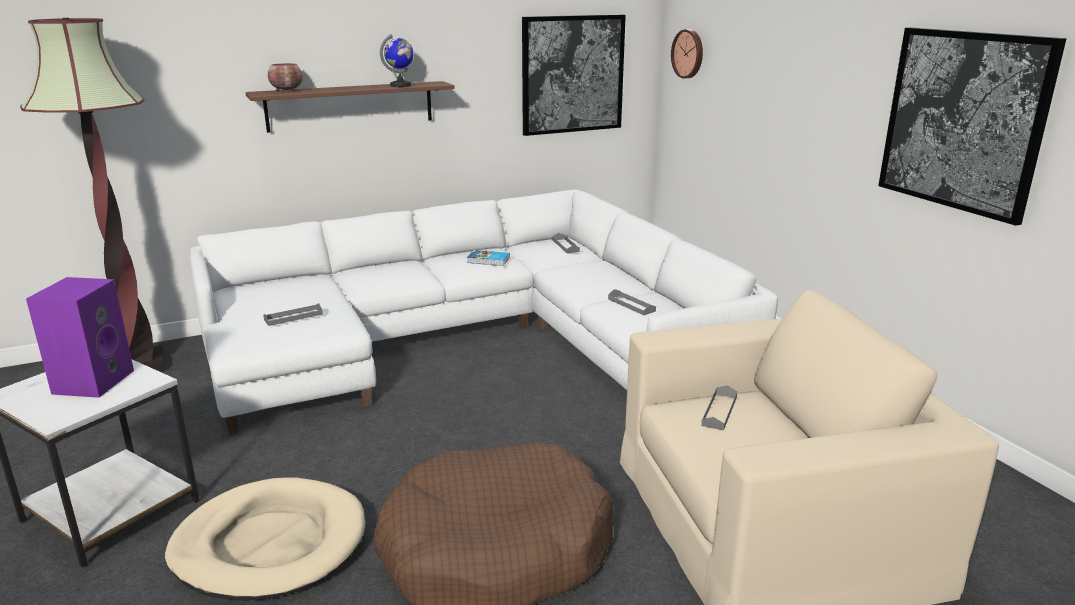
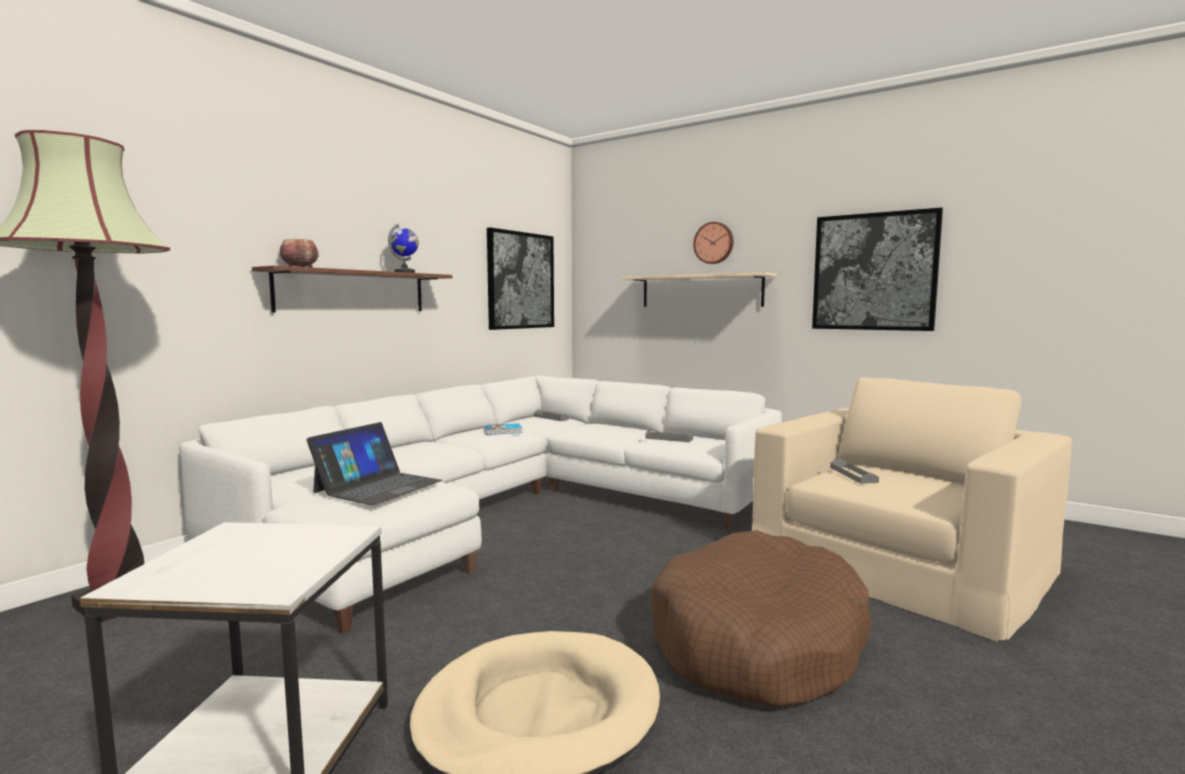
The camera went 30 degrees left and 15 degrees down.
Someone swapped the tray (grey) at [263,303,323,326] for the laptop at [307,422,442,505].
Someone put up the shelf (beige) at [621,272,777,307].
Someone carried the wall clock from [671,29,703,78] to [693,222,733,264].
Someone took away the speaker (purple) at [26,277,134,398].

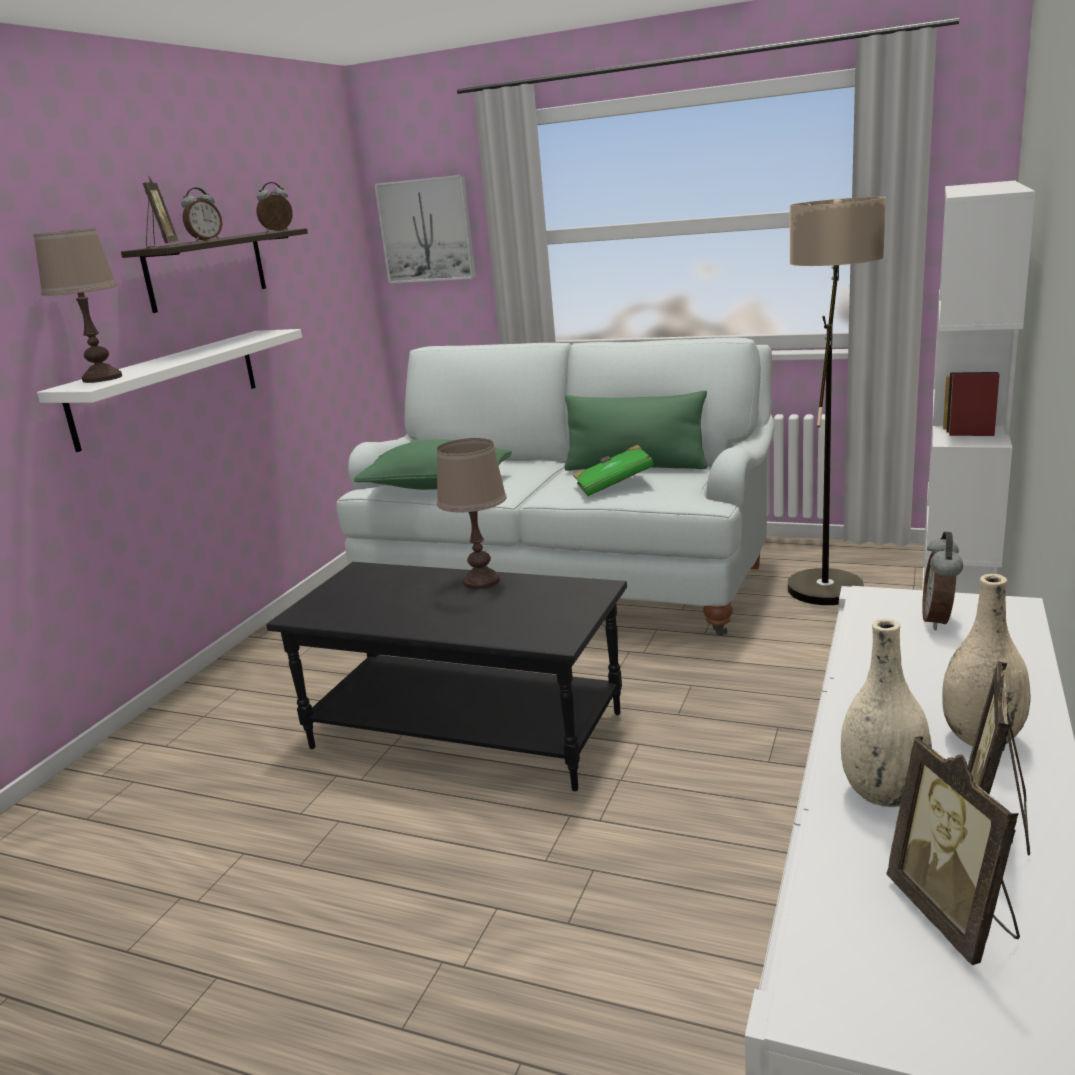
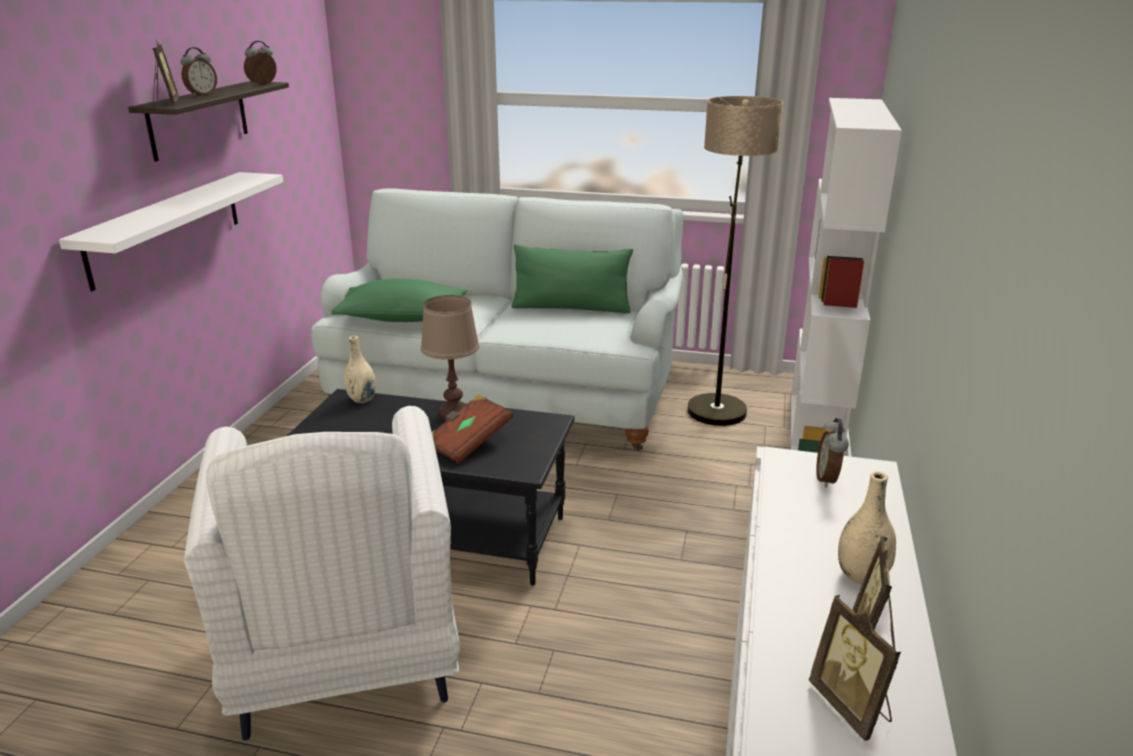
The camera went 10 degrees left and 5 degrees up.
Someone put down the armchair (white) at [184,406,460,741].
Someone carried the vase (beige) from [841,618,932,807] to [344,336,376,403].
Someone put down the book (brown) at [432,394,513,463].
Someone took away the table lamp (brown) at [33,228,122,383].
Someone took away the picture at [374,174,476,284].
Someone took away the book (green) at [573,445,654,496].

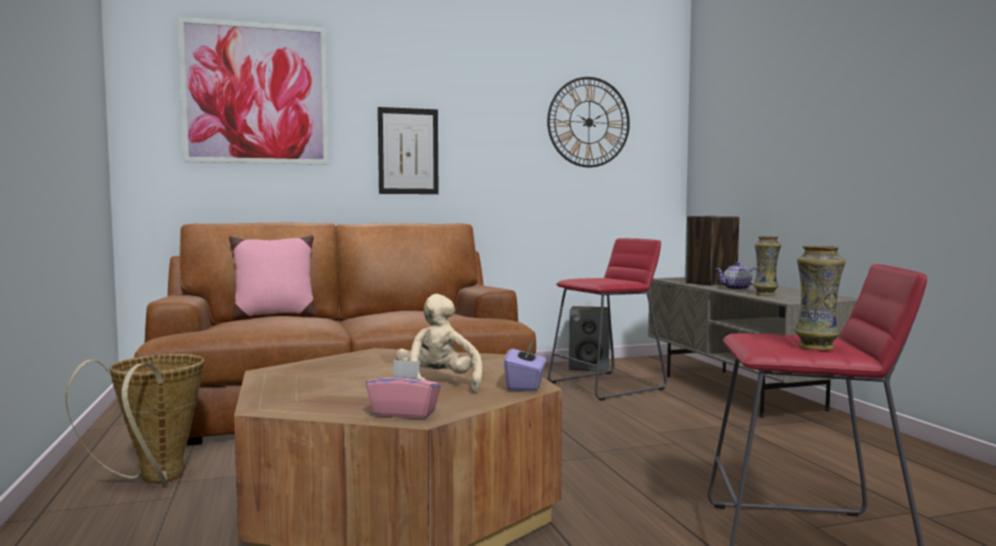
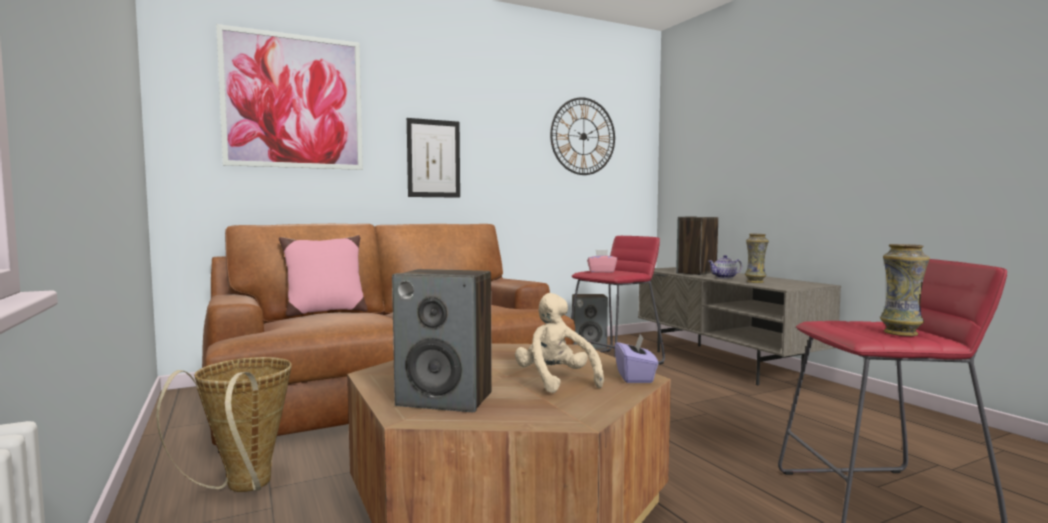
The camera went 10 degrees left and 0 degrees up.
Someone put down the speaker at [392,269,492,412].
Someone carried the tissue box (pink) from [366,360,442,419] to [587,250,617,273].

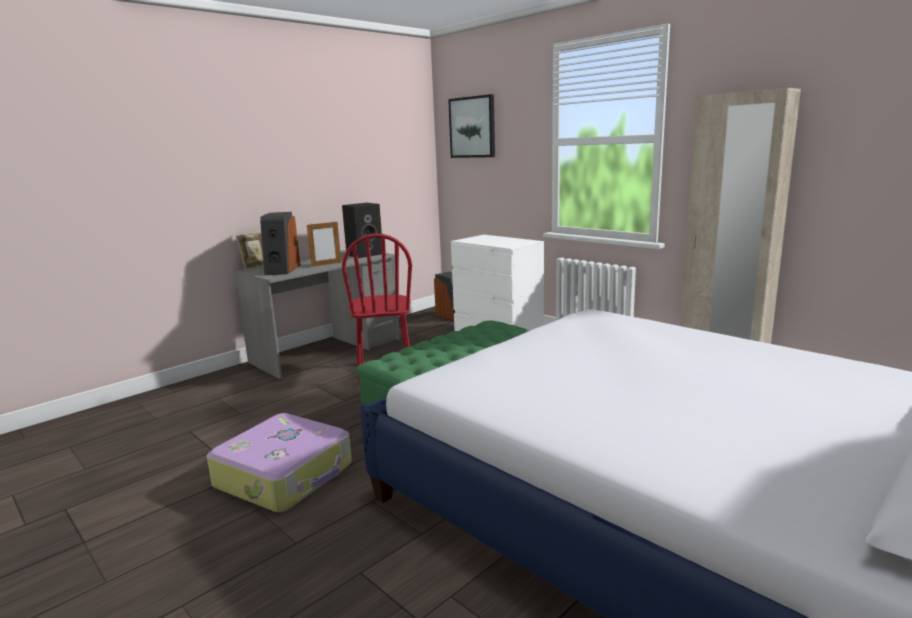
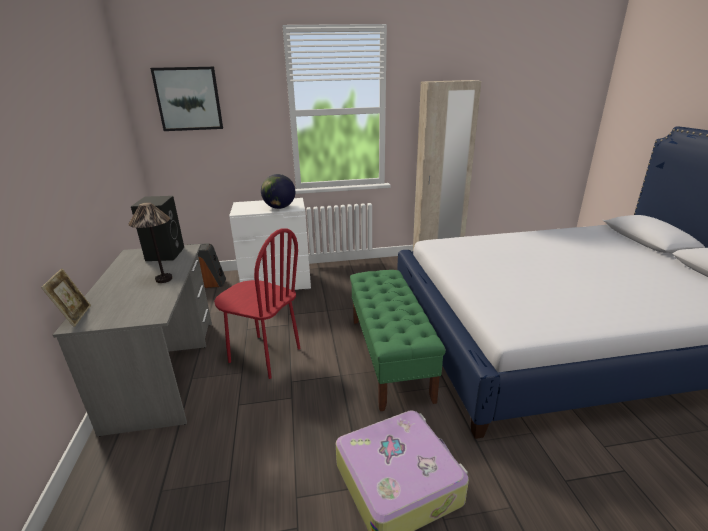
The camera went 55 degrees left and 10 degrees up.
Someone swapped the picture frame at [307,221,341,267] for the table lamp at [128,202,172,283].
Someone put down the globe at [261,174,295,209].
Someone took away the speaker at [260,212,300,275].

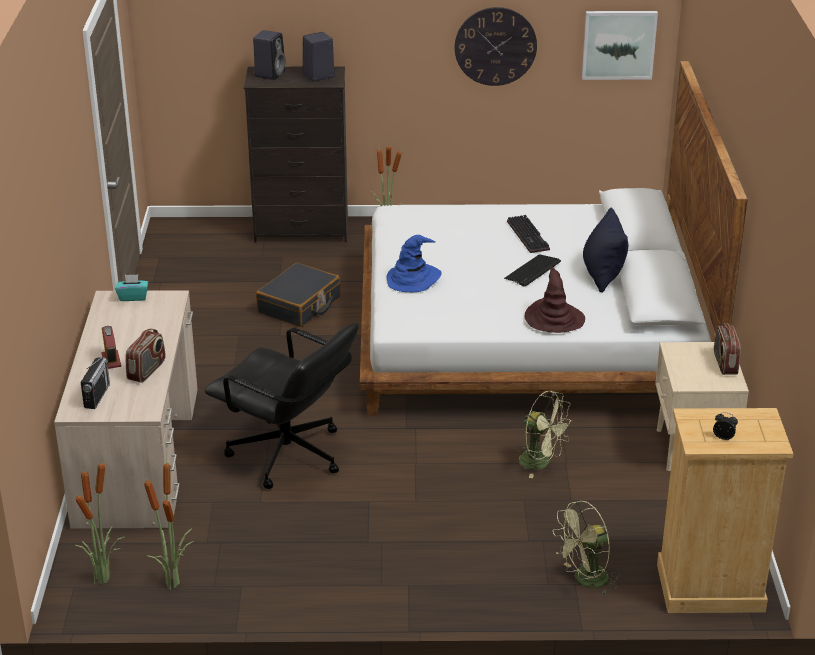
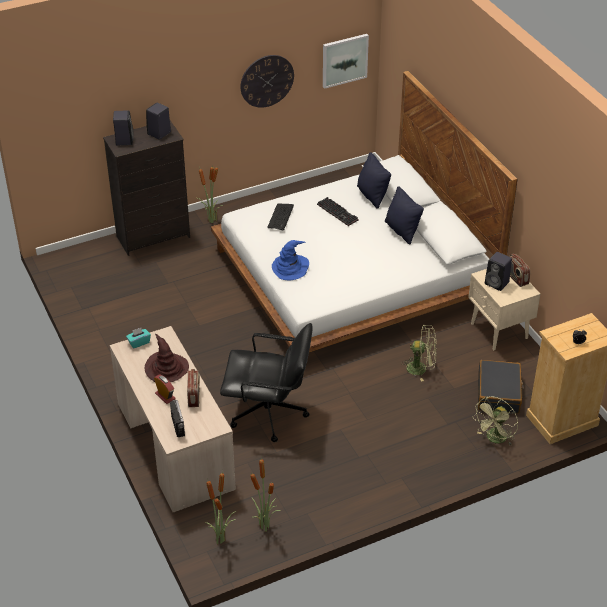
The camera went 25 degrees left and 10 degrees up.
Someone carried the hat (brown) from [525,266,585,333] to [145,334,189,382].
Someone carried the keyboard from [504,254,561,287] to [267,204,294,231].
Someone put down the pillow (black) at [357,152,391,209].
Someone carried the suitcase (black) from [256,263,341,327] to [478,360,524,413].
Someone put down the speaker (black) at [485,252,512,291].

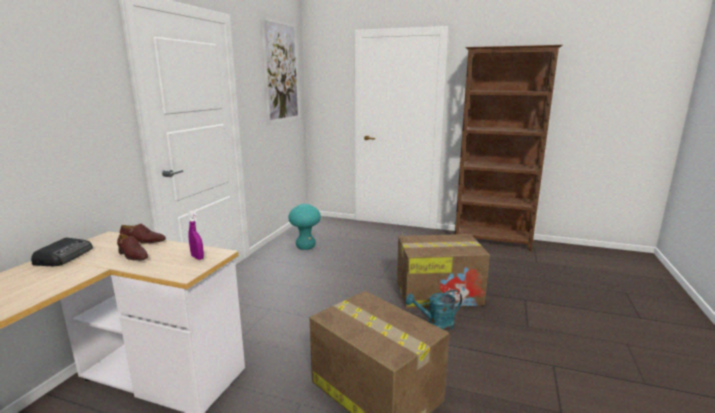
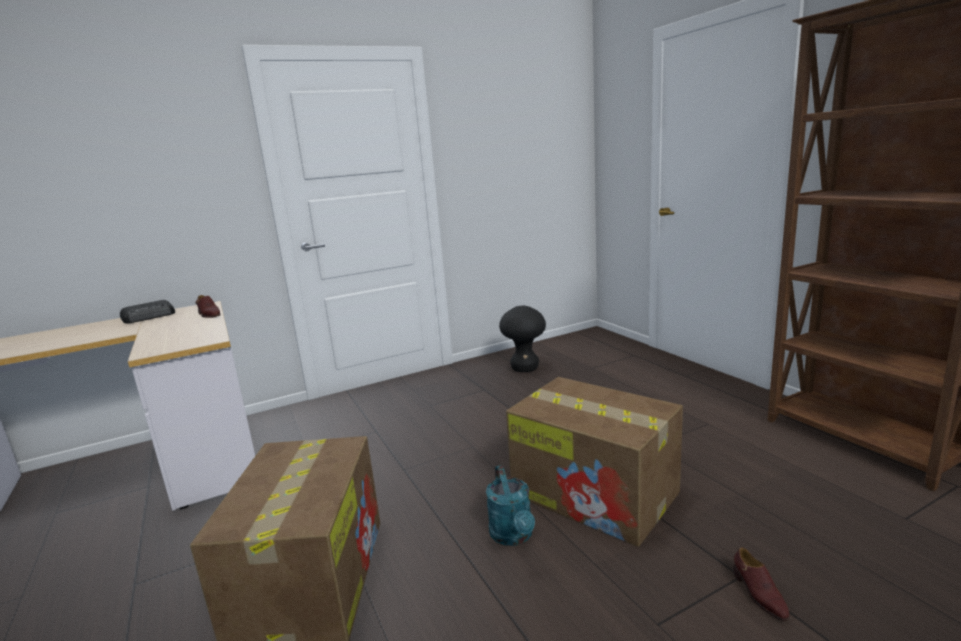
The camera went 45 degrees right and 0 degrees up.
Someone rotated the watering can (turquoise) at [405,290,462,331] by 135 degrees counterclockwise.
Someone repainted the stool (turquoise) at [288,204,321,250], which became the stool (black) at [499,306,546,372].
Someone carried the shoe (brown) from [117,234,148,261] to [733,547,789,621].
Someone took away the spray bottle (purple) at [188,211,204,260].
Someone took away the picture at [261,16,300,123].

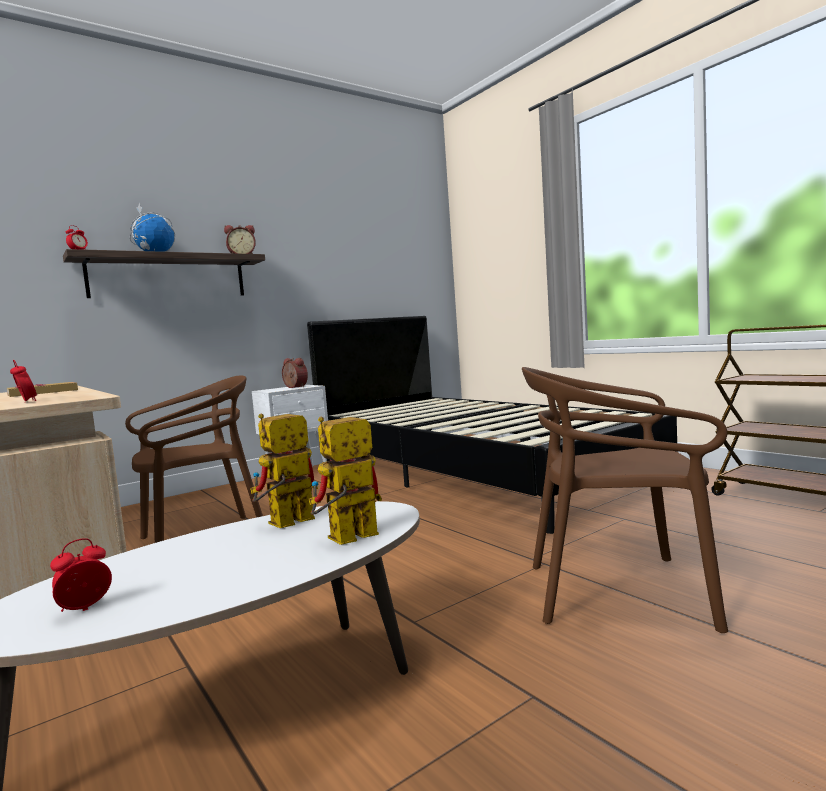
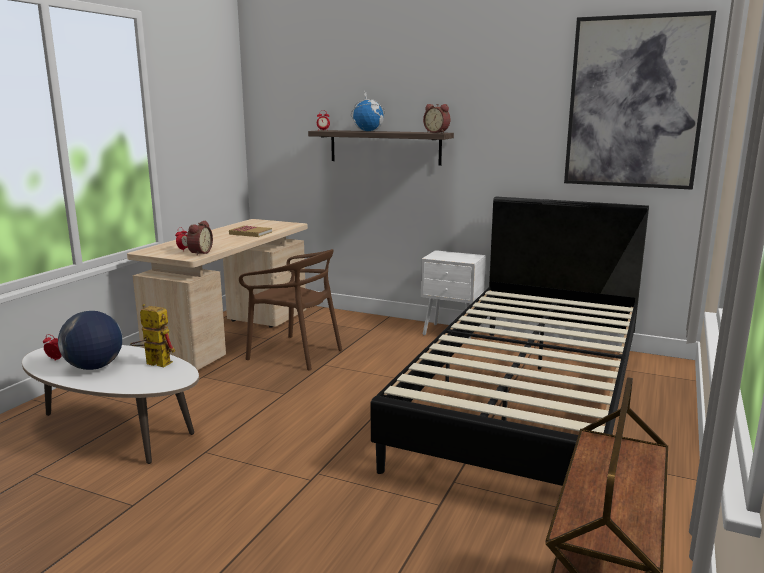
The camera went 60 degrees right and 10 degrees up.
Someone put down the globe at [58,311,123,370].
Someone carried the alarm clock from [282,358,308,388] to [187,220,213,255].
Someone put up the picture at [564,11,716,190].
Someone took away the toy robot at [309,416,382,545].
Someone took away the chair (brown) at [522,367,728,633].

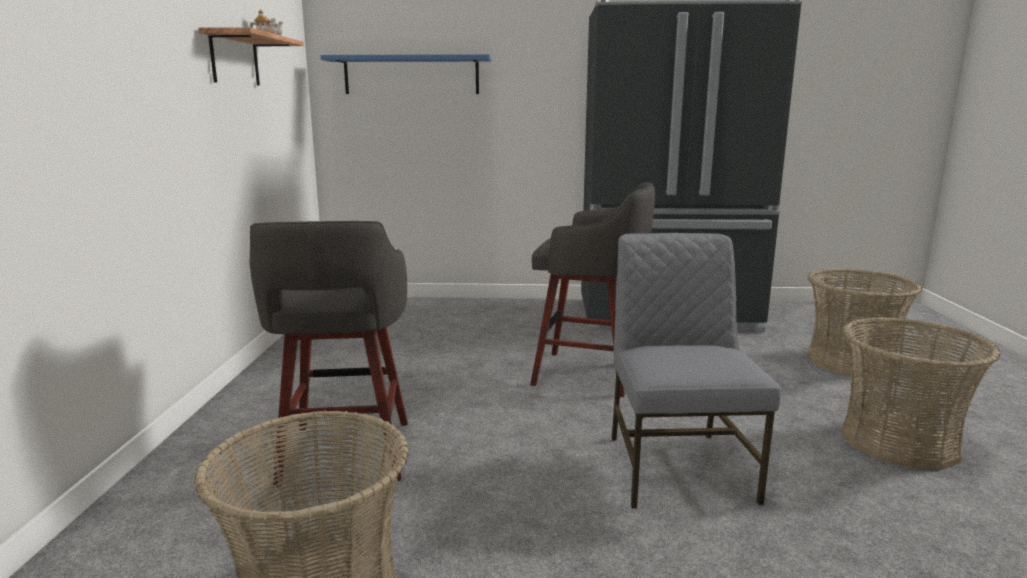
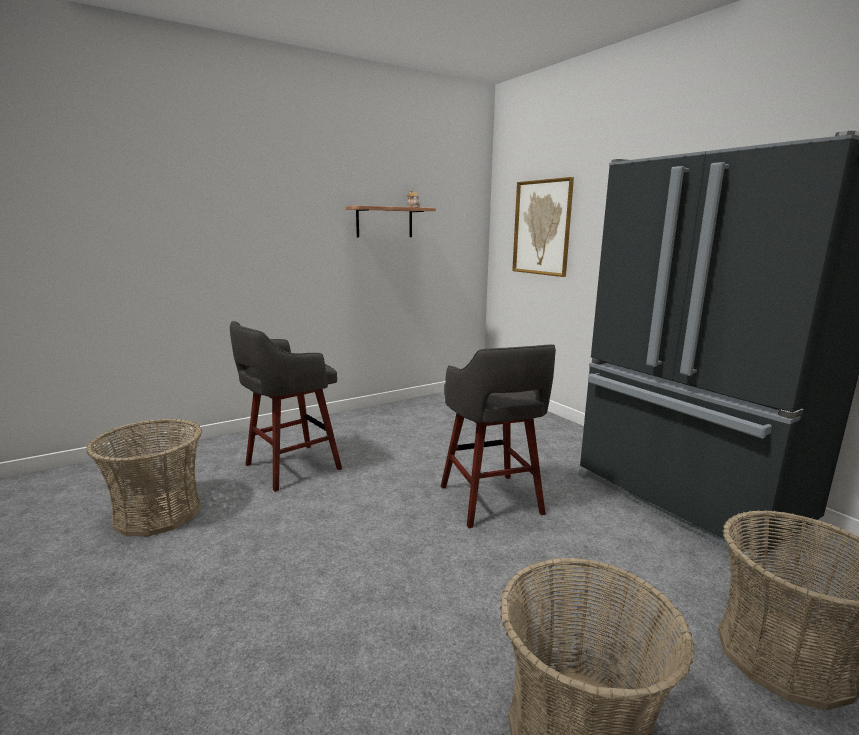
The camera went 55 degrees right and 0 degrees up.
Someone swapped the shelf (blue) at [320,54,492,94] for the picture at [512,177,574,277].
Someone took away the chair (grey) at [611,233,781,509].

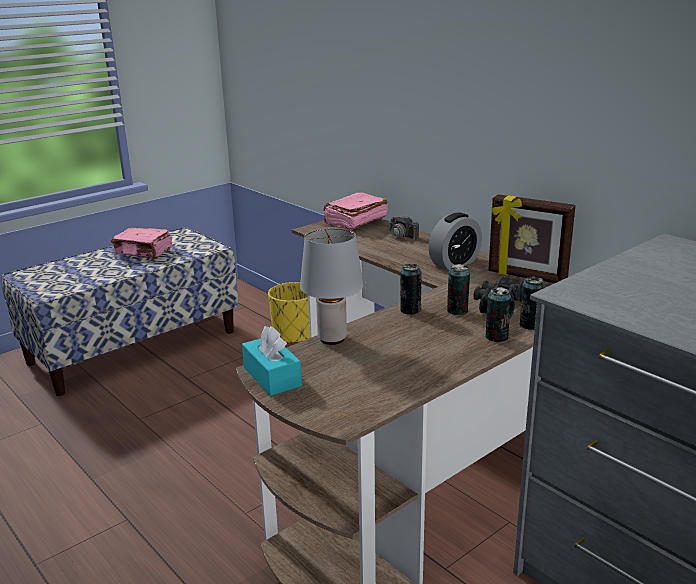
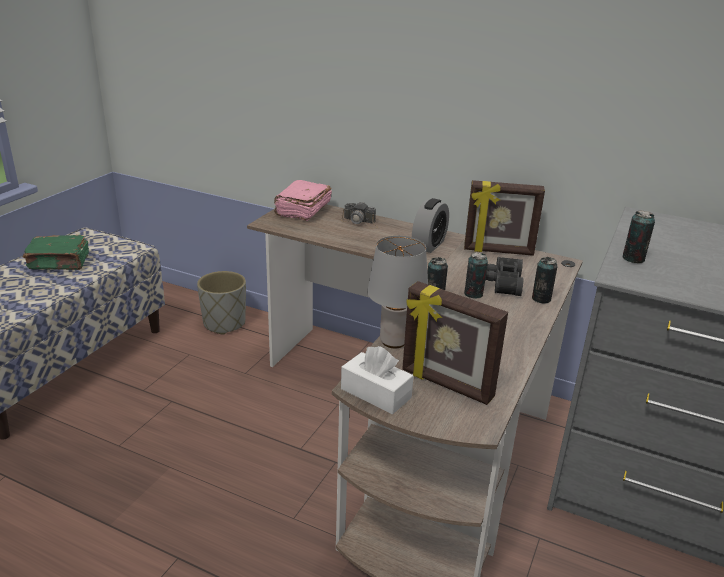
The camera went 25 degrees left and 5 degrees up.
Someone repainted the book (pink) at [111,227,172,259], which became the book (green) at [23,235,89,270].
Someone repainted the planter (yellow) at [268,282,310,344], which became the planter (grey) at [197,271,246,334].
Someone repainted the tissue box (turquoise) at [242,326,302,396], which became the tissue box (white) at [341,346,414,414].
Someone put down the picture frame at [402,281,508,405].
Someone carried the can from [485,287,511,342] to [623,210,655,263].

